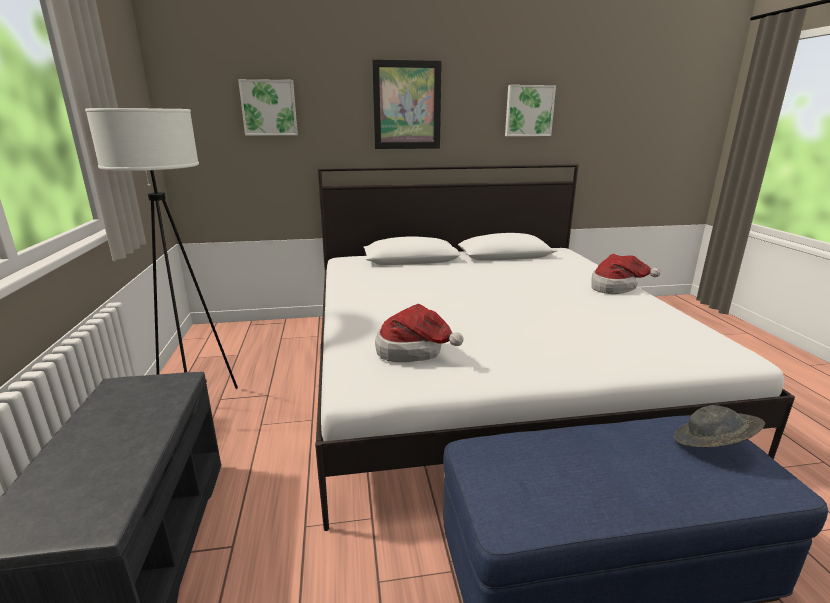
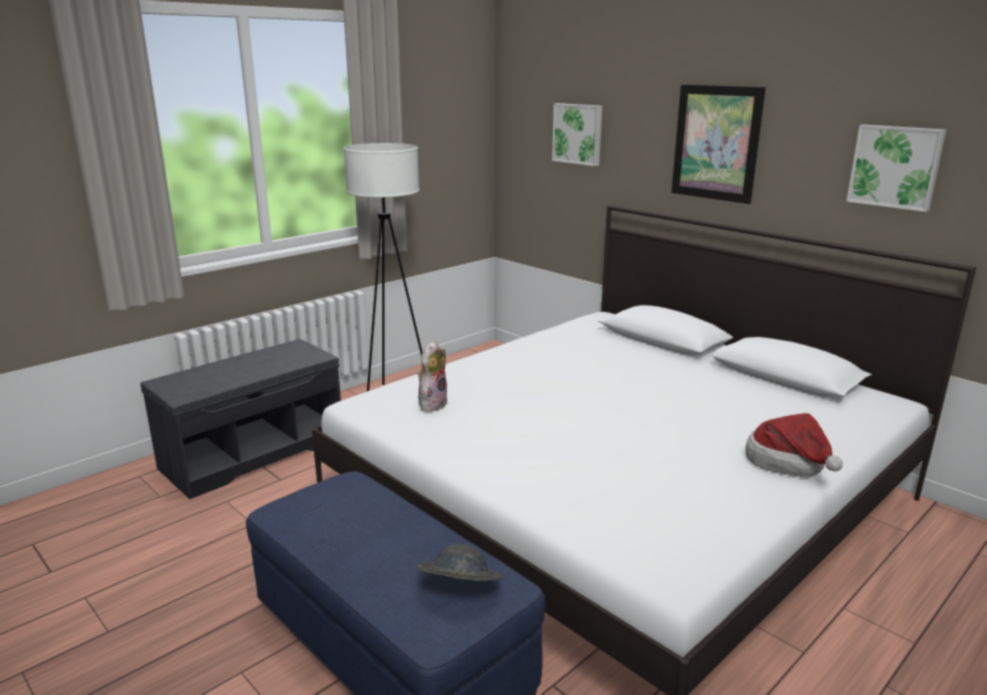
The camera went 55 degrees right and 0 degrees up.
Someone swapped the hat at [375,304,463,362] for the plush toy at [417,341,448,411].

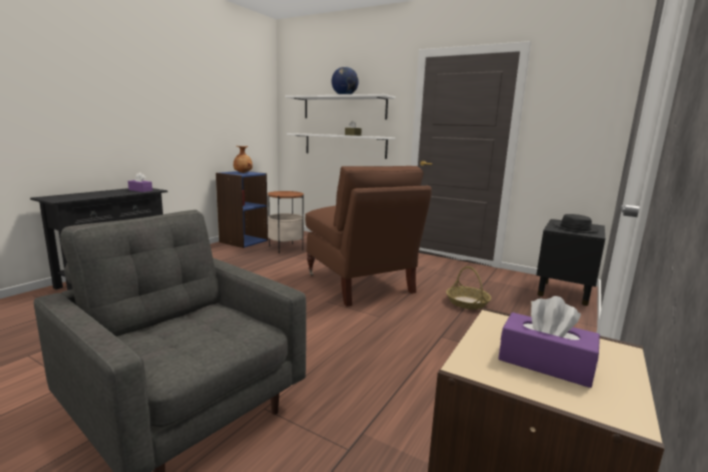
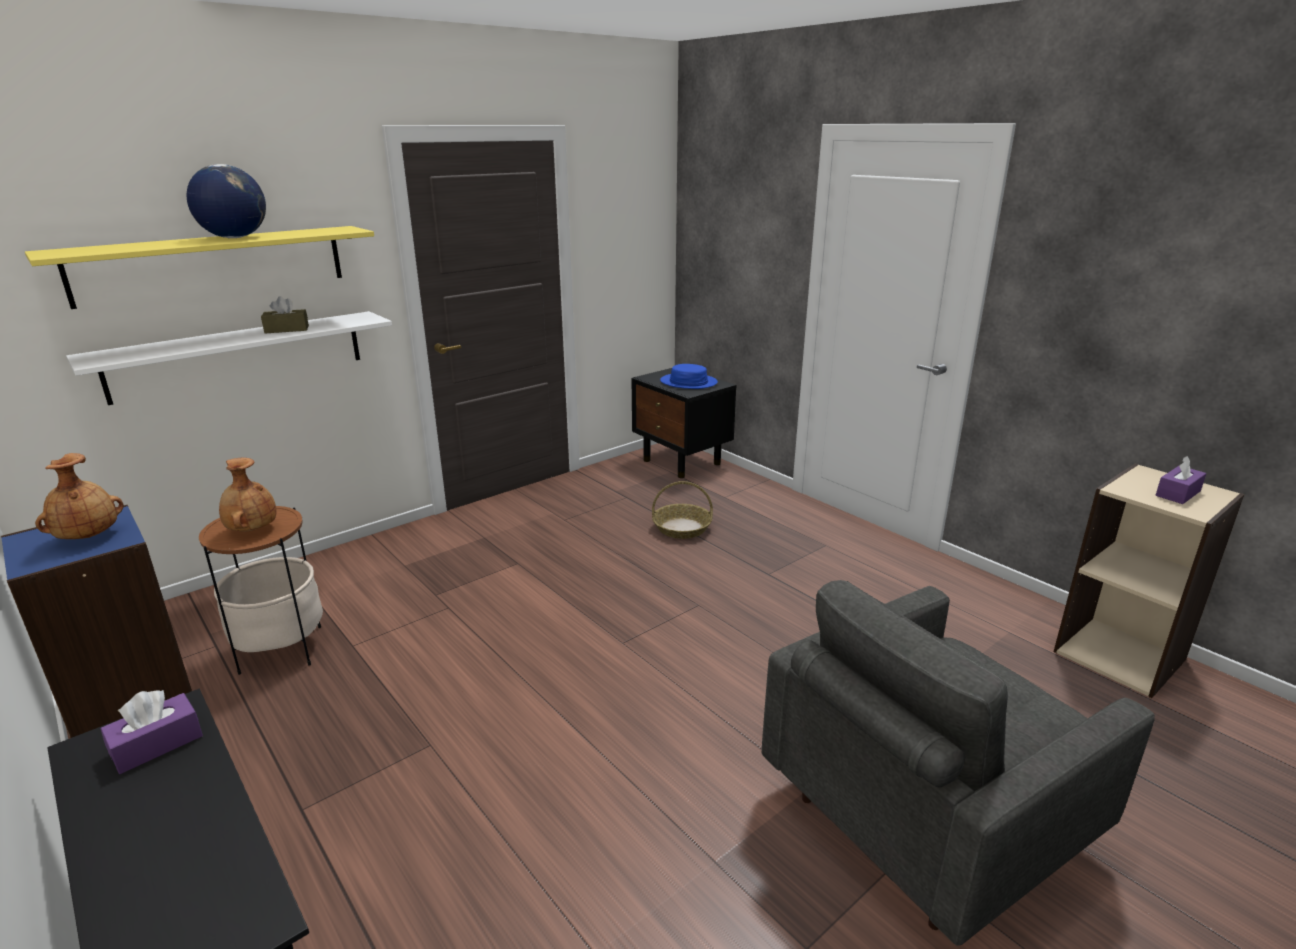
The camera went 70 degrees left and 10 degrees up.
Someone repainted the shelf (white) at [285,94,396,120], which became the shelf (yellow) at [25,226,374,309].
Someone put down the vase (brown) at [219,457,276,532].
Someone repainted the hat (black) at [553,214,599,233], which became the hat (blue) at [660,364,718,389].
Someone took away the armchair (brown) at [305,166,432,307].

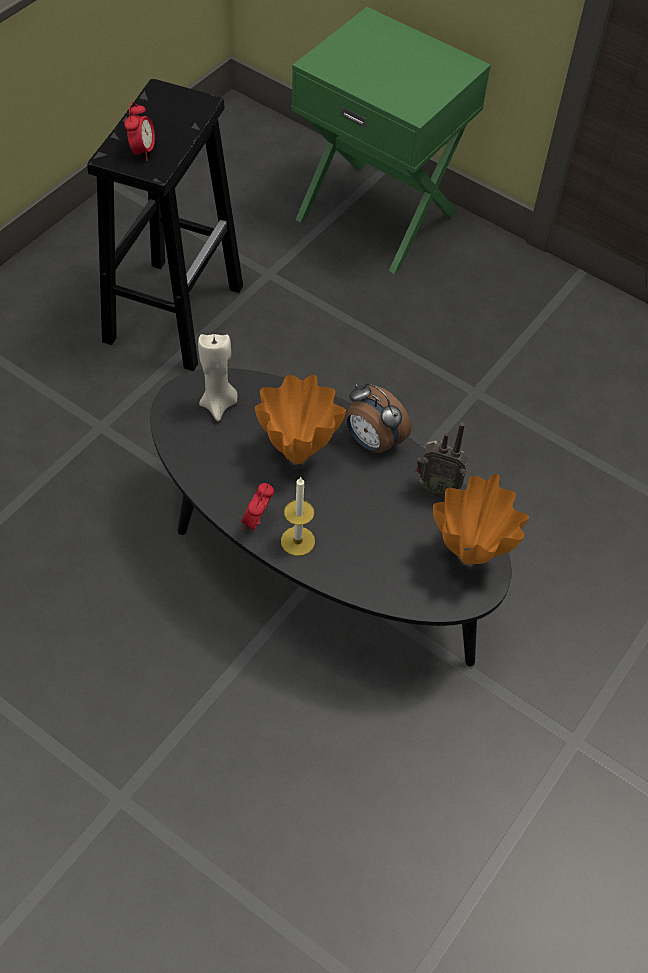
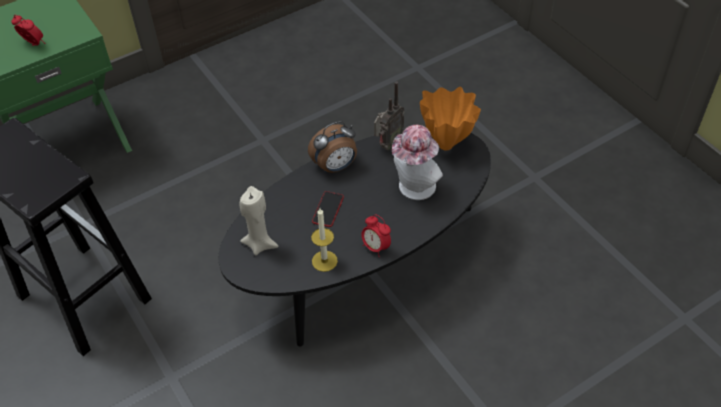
The camera went 65 degrees left and 5 degrees down.
Someone carried the alarm clock from [124,102,155,161] to [11,15,46,46].
Someone carried the candle from [281,477,315,556] to [311,208,338,272].
Someone swapped the vase (orange) at [255,374,346,464] for the phone at [312,191,344,227].
Someone put down the hat at [392,125,443,200].

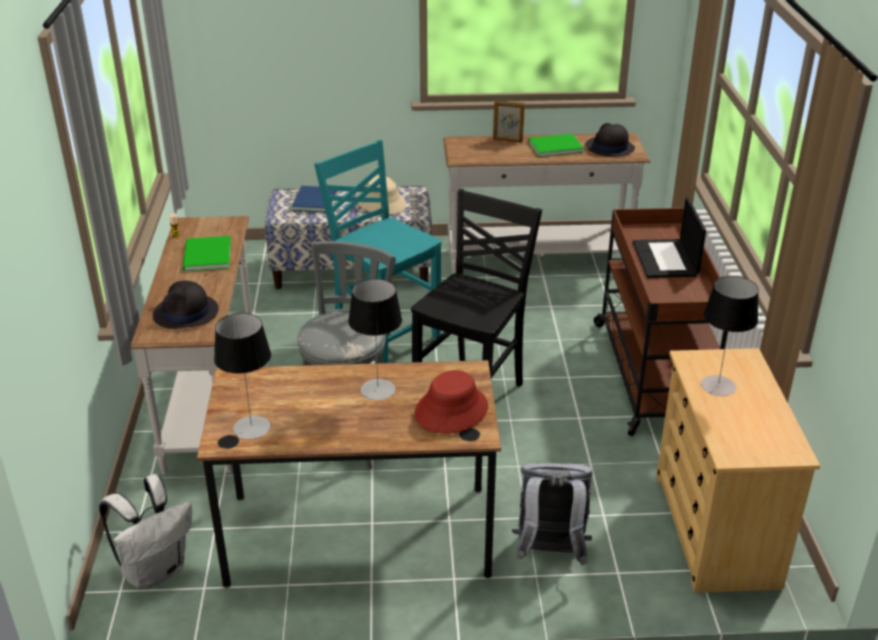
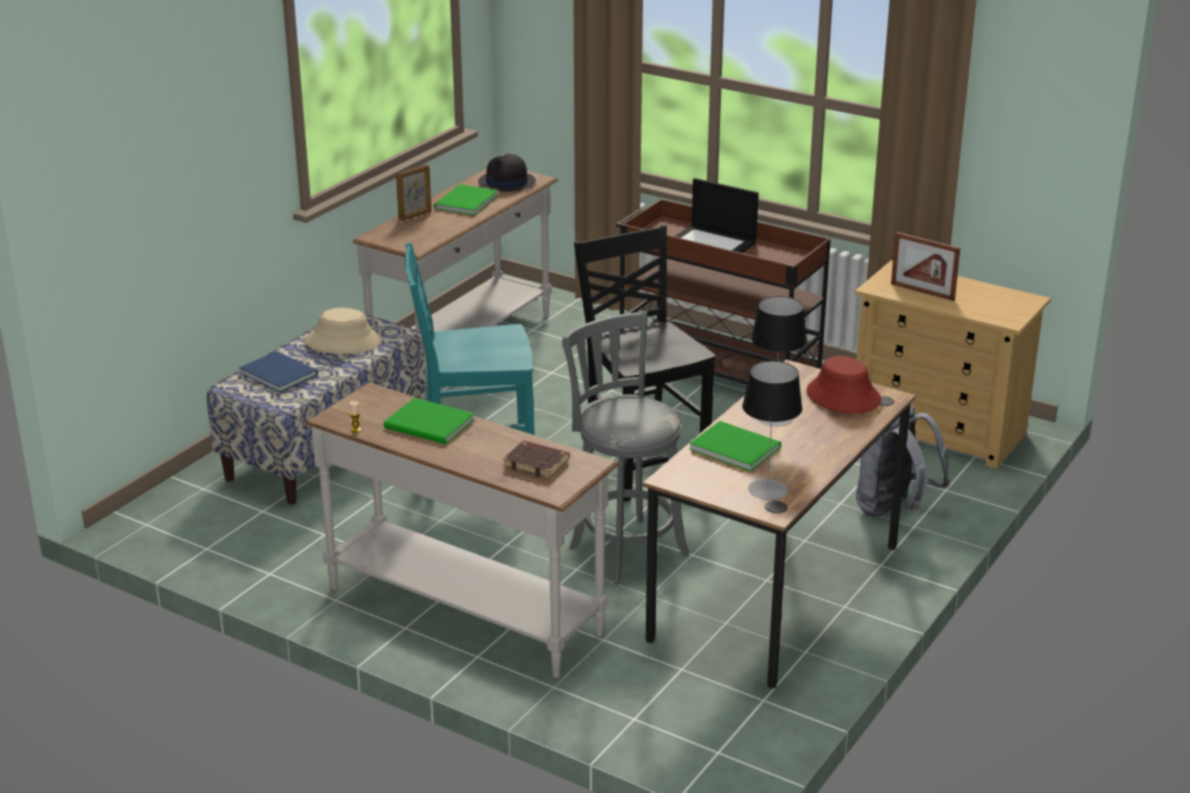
The camera went 55 degrees left and 5 degrees down.
Someone swapped the hat (black) at [152,281,219,329] for the book (brown) at [503,441,570,479].
Someone put down the book (green) at [689,421,781,472].
Someone swapped the table lamp at [701,276,759,396] for the picture frame at [891,232,960,301].
Someone took away the backpack (white) at [99,474,192,589].

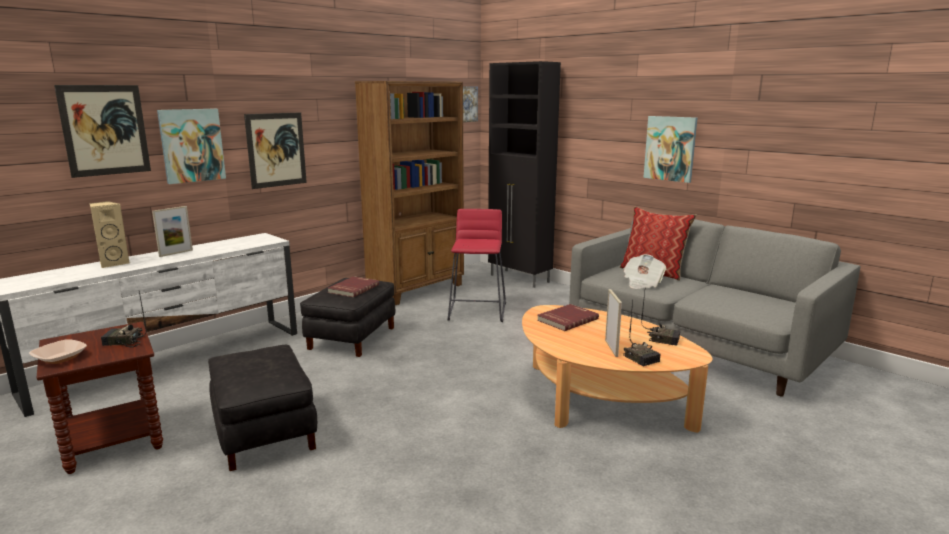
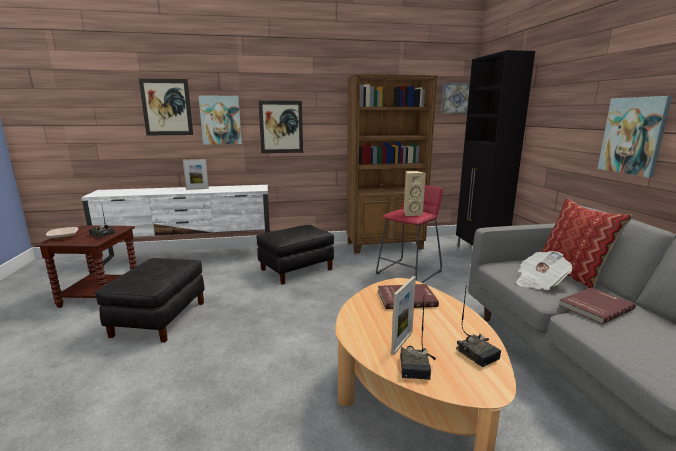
The camera went 35 degrees right and 0 degrees up.
Someone carried the speaker (beige) from [90,201,130,268] to [404,171,426,216].
Someone carried the book (red) from [328,276,379,297] to [559,288,635,324].

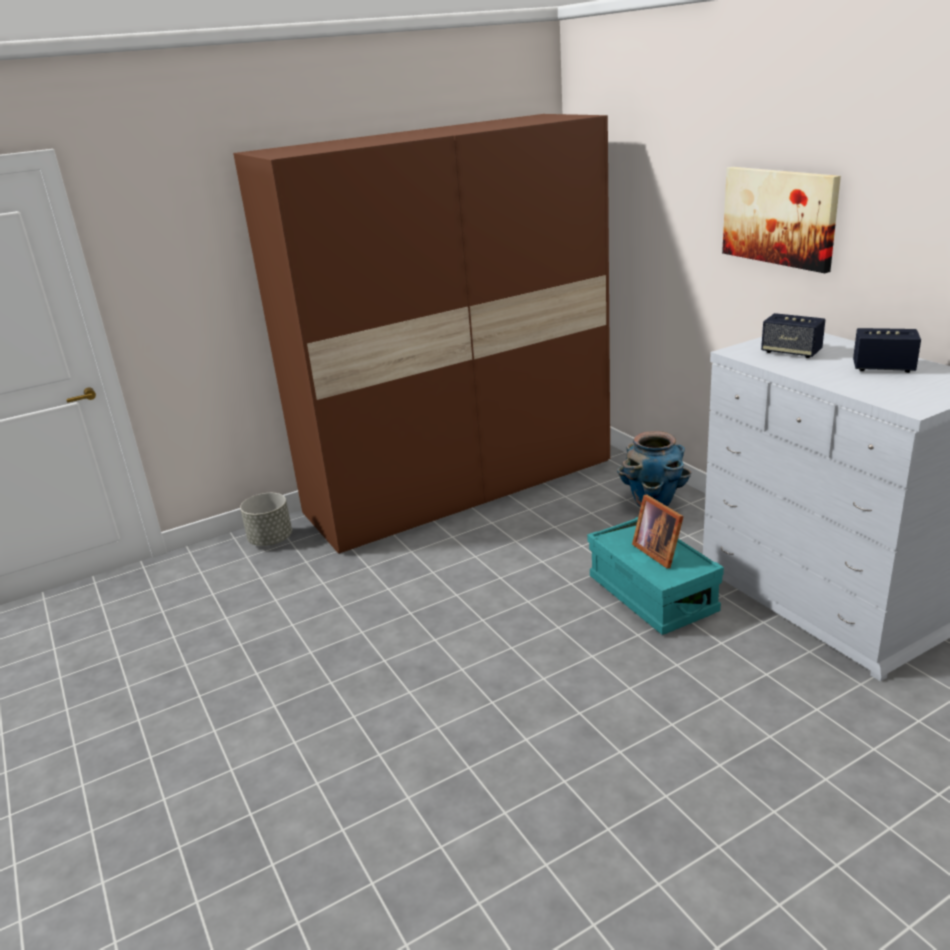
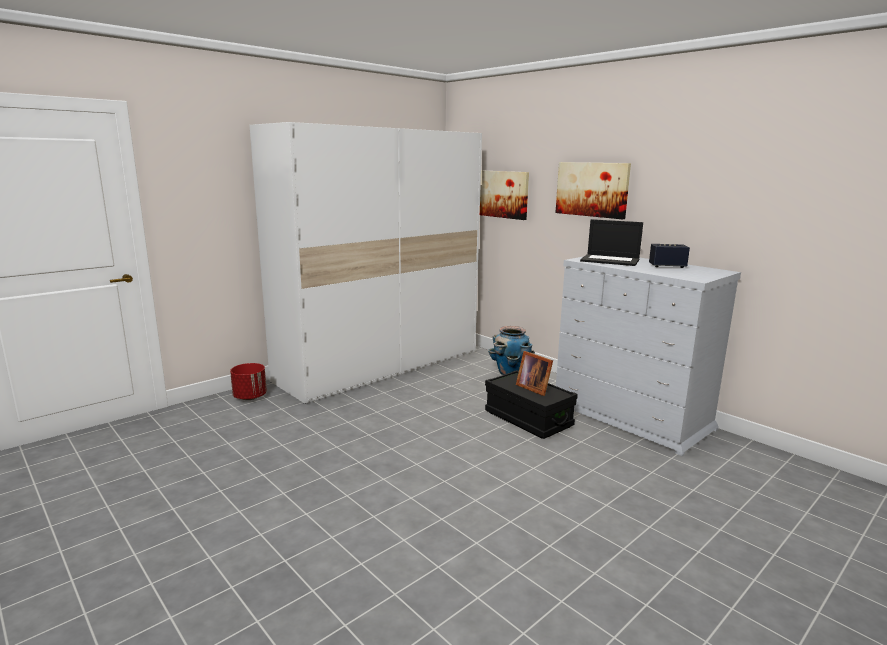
The camera went 15 degrees left and 10 degrees down.
Someone repainted the planter (grey) at [240,493,292,546], which became the planter (red) at [230,363,267,400].
Someone repainted the wardrobe (brown) at [233,114,610,554], which became the wardrobe (white) at [249,122,482,404].
Someone put up the picture at [480,170,529,220].
Someone repainted the storage box (turquoise) at [587,517,724,635], which became the storage box (black) at [485,370,578,439].
Someone swapped the speaker at [761,313,825,358] for the laptop at [580,219,643,266].

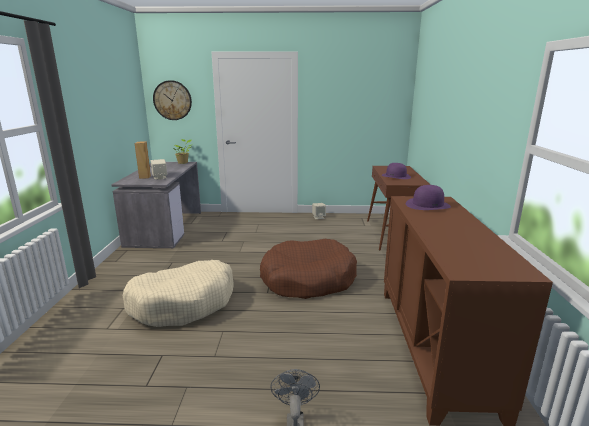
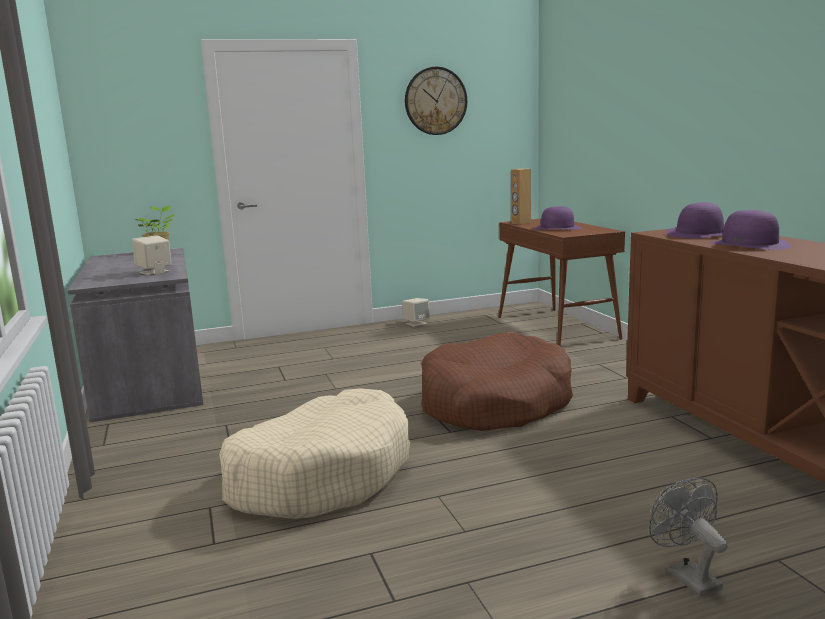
The camera went 20 degrees left and 5 degrees down.
Someone carried the wall clock from [153,80,192,120] to [405,67,467,135].
Someone carried the speaker (brown) from [134,142,151,179] to [511,169,531,225].
Someone put down the hat (purple) at [710,210,792,250].

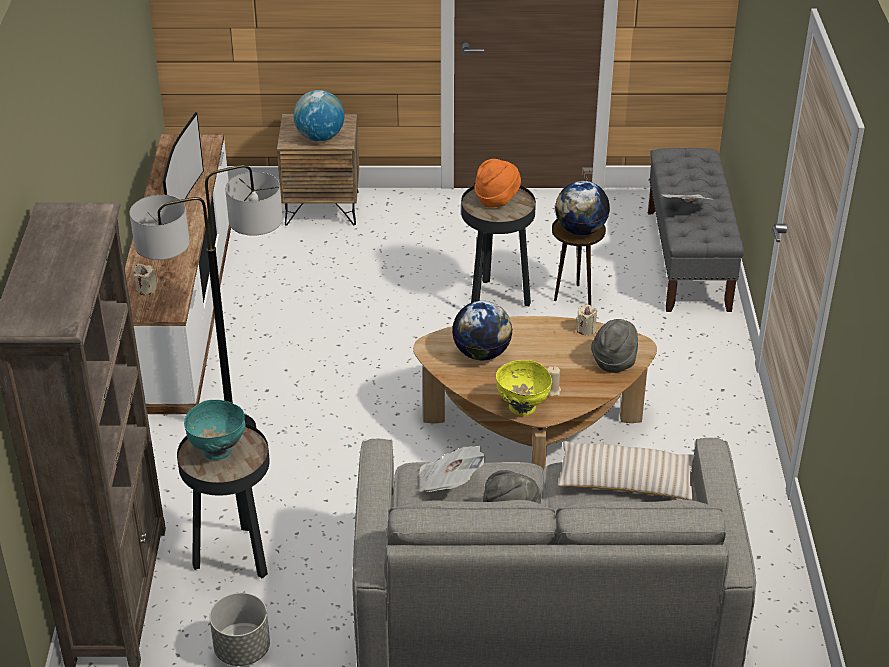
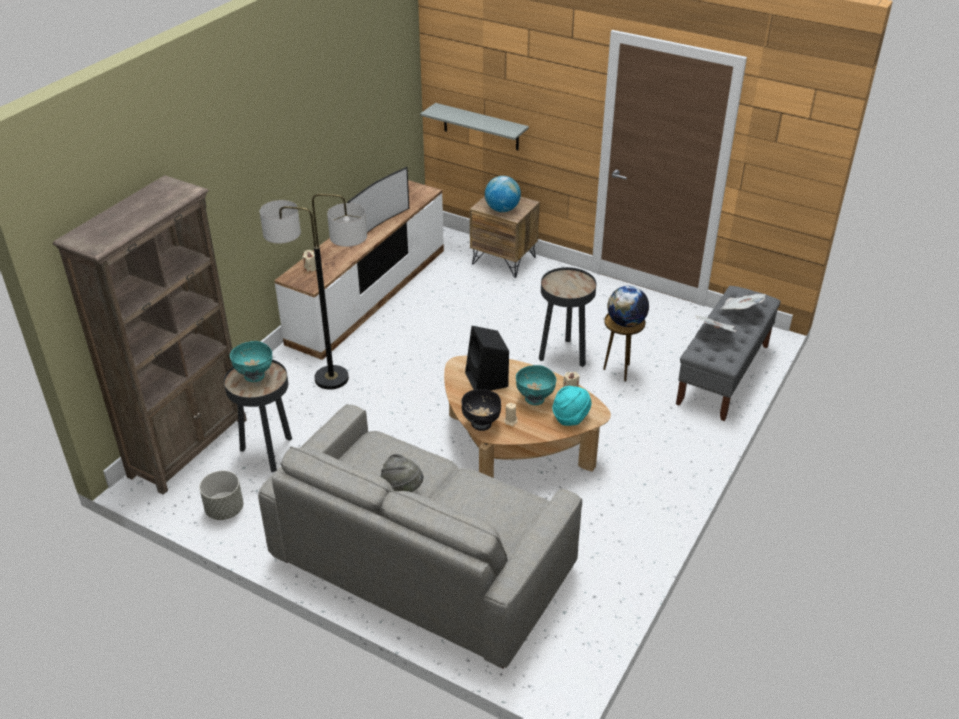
The camera went 30 degrees right and 0 degrees up.
Someone put up the shelf (grey) at [420,103,529,150].
Someone repainted the bowl (yellow) at [496,360,552,416], which became the bowl (black) at [461,389,501,431].
Someone swapped the globe at [452,301,512,360] for the speaker (black) at [465,326,509,391].
Someone put down the bowl (turquoise) at [516,365,557,405].
Someone repainted the hat (grey) at [591,319,638,373], which became the hat (turquoise) at [553,386,591,426].
Someone carried the newspaper from [419,446,485,492] to [720,294,766,309].
Someone took away the hat (orange) at [475,159,521,208].
Someone took away the pillow (beige) at [558,441,695,500].

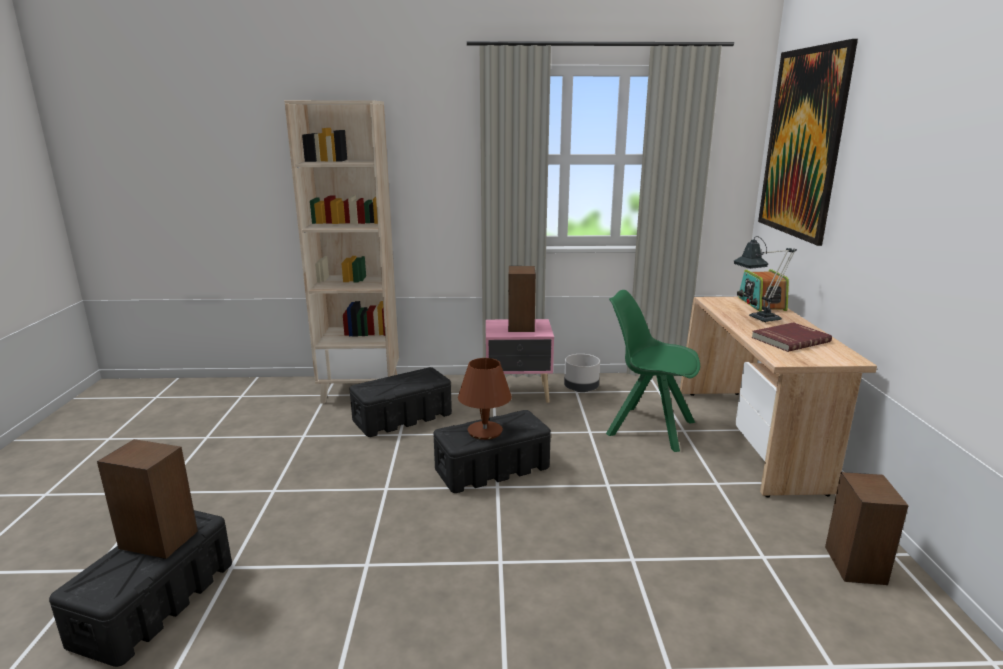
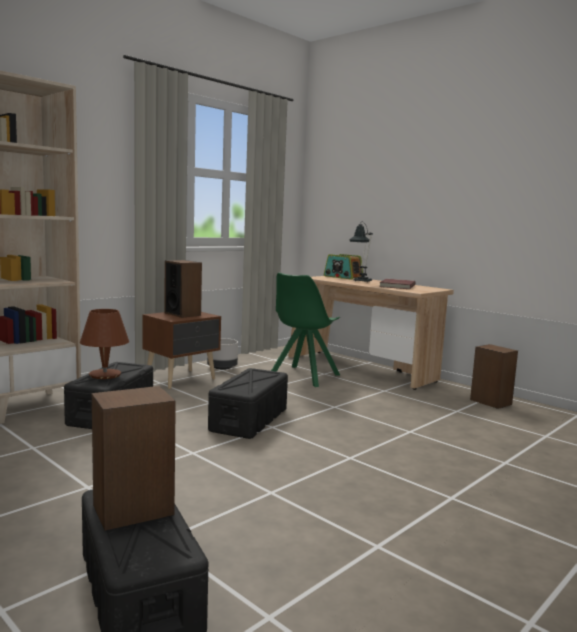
The camera went 45 degrees left and 10 degrees down.
Someone carried the table lamp (brown) from [458,358,512,440] to [80,309,129,379].
Someone repainted the nightstand (pink) at [486,319,554,403], which became the nightstand (brown) at [143,312,221,389].
Someone rotated the chair (green) at [606,290,700,452] by 45 degrees counterclockwise.
Someone took away the picture at [758,39,858,246].

